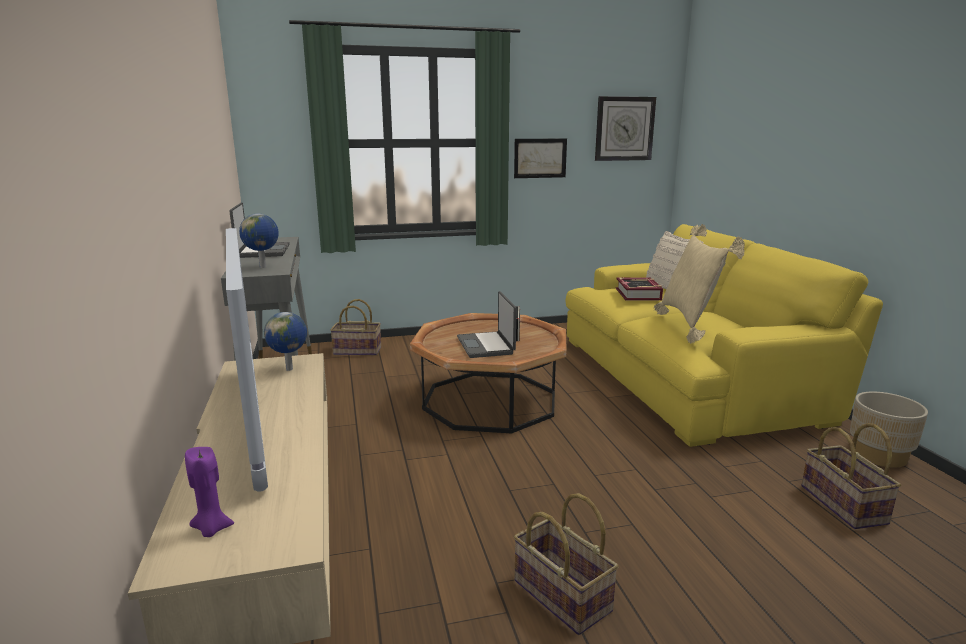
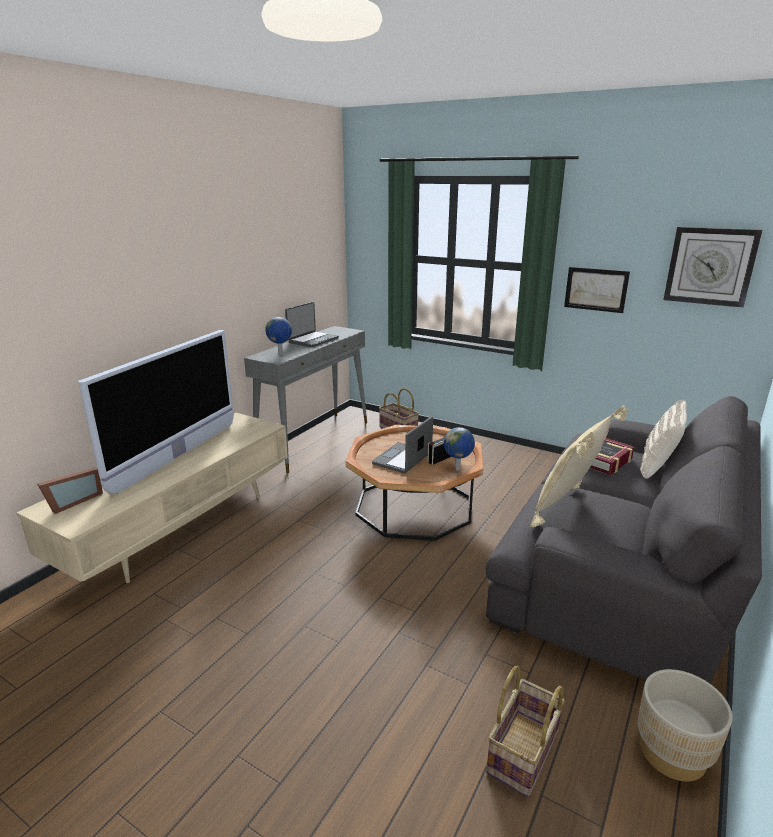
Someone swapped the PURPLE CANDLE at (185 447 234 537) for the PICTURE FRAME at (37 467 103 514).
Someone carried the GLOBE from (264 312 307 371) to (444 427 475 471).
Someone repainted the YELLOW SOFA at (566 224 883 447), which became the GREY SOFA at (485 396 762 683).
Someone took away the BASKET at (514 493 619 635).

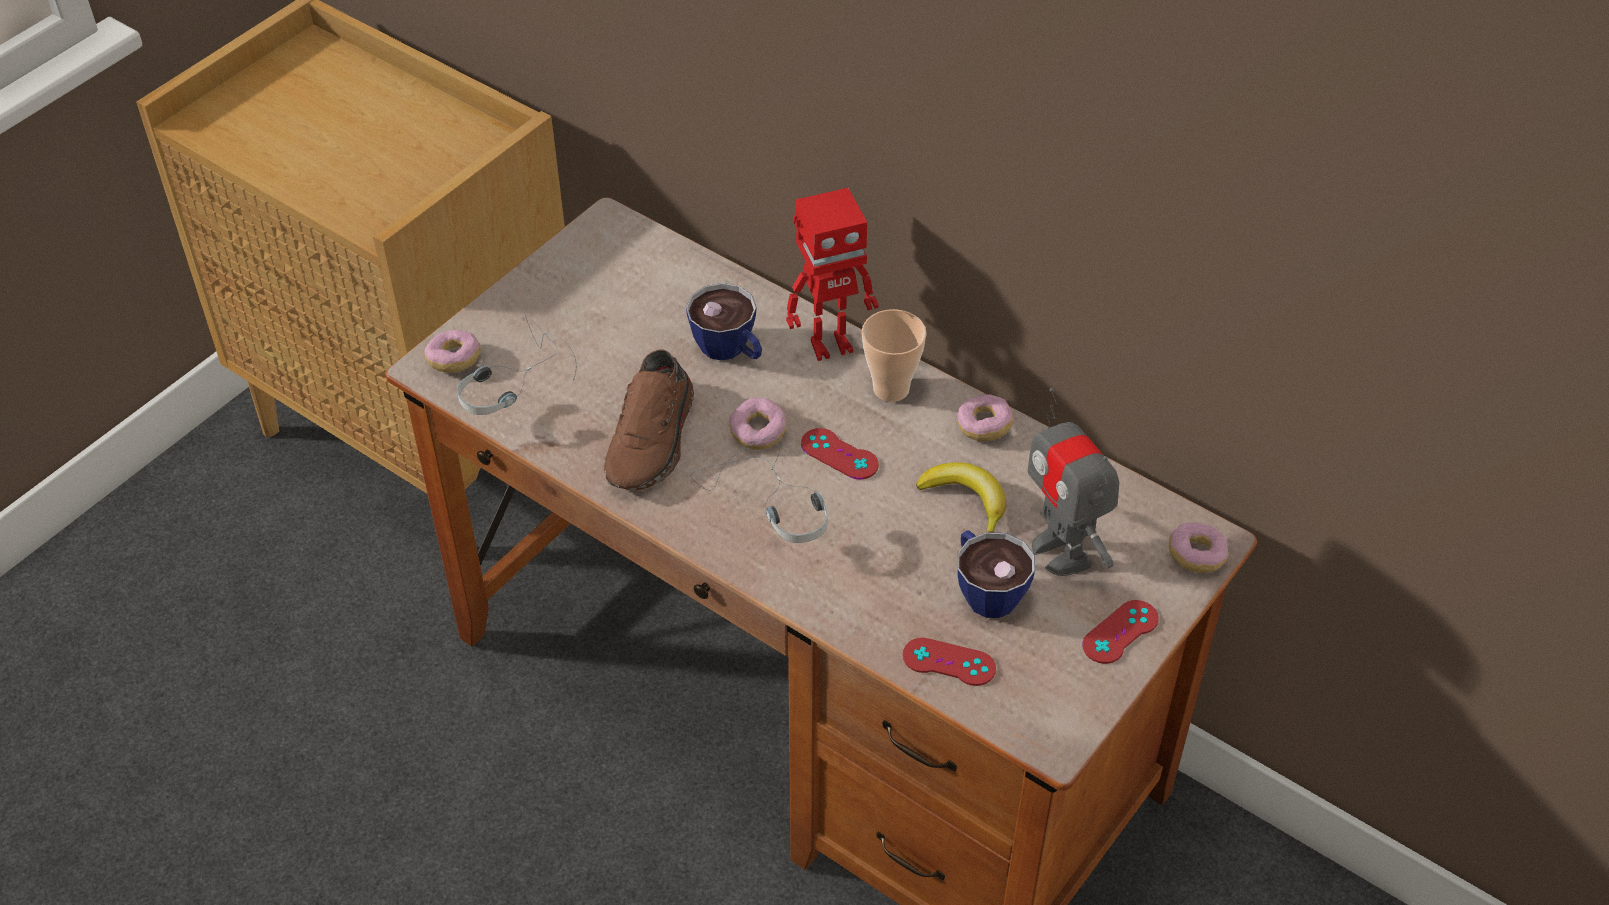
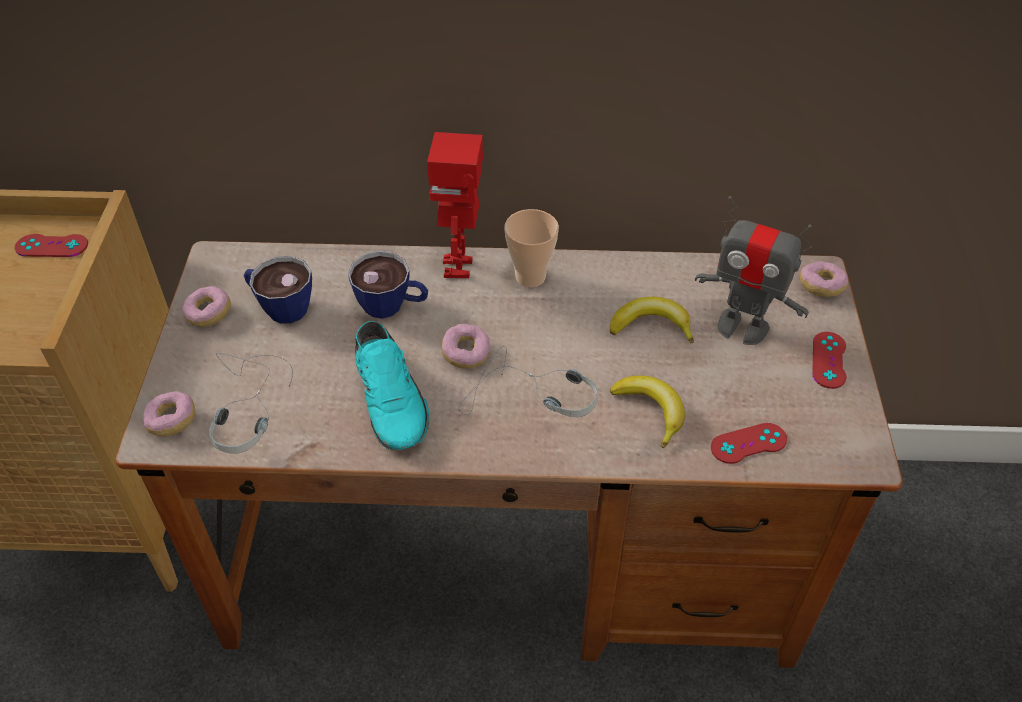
Someone carried the RED GAME CONTROLLER from (801 428 879 479) to (15 234 88 257).
Someone carried the DONUT from (957 394 1013 441) to (182 286 231 327).
Someone carried the CUP from (957 530 1035 618) to (244 256 312 324).
Someone repainted the BROWN SHOE at (604 349 694 490), which became the TURQUOISE SHOE at (355 321 430 451).
Someone rotated the TOY ROBOT at (786 188 879 361) by 150 degrees clockwise.
Someone put down the BANANA at (610 376 685 448).

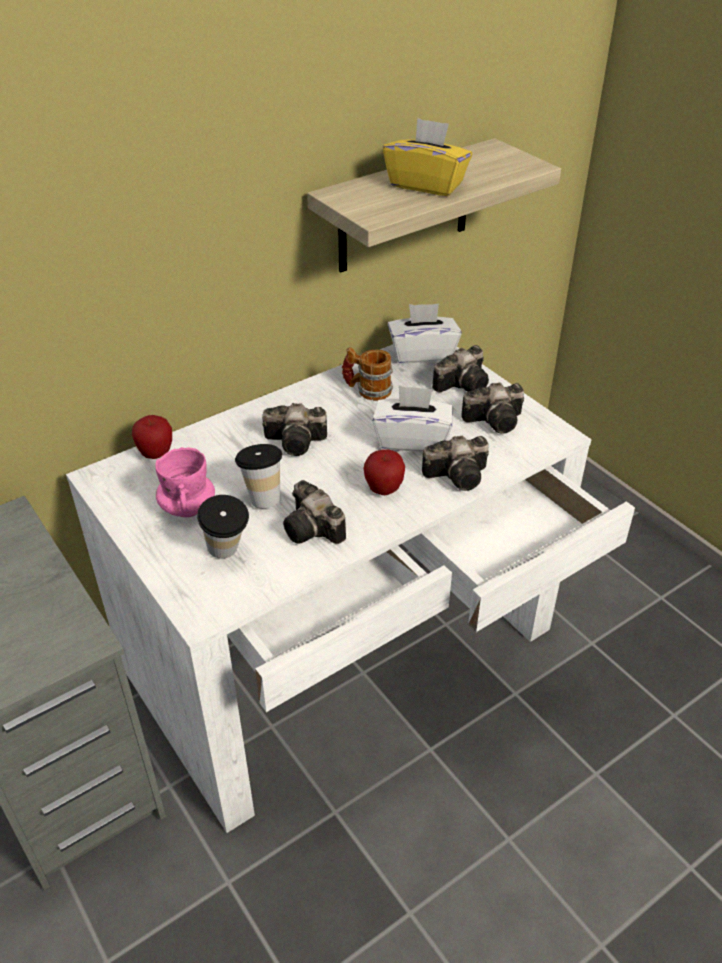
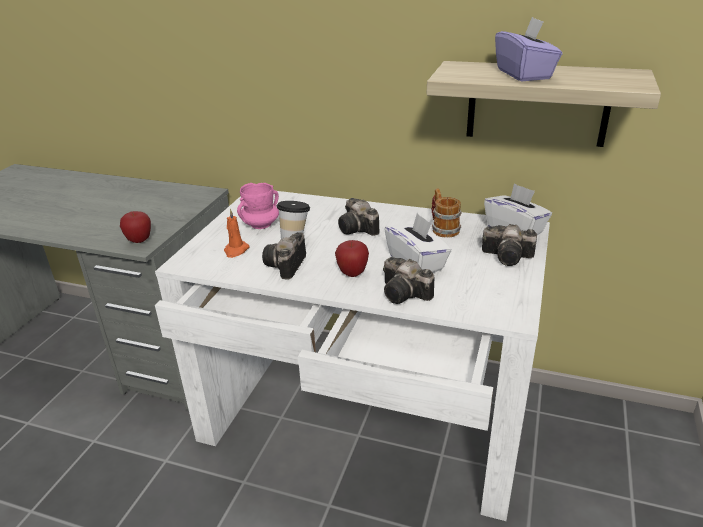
Someone carried the APPLE from (132 415 172 459) to (120 211 151 243).
Someone swapped the CUP at (197 495 249 559) for the ORANGE CANDLE at (224 209 249 258).
Someone repainted the YELLOW TISSUE BOX at (383 118 472 196), which became the PURPLE TISSUE BOX at (495 17 562 81).
Someone took away the PHOTO CAMERA at (461 382 524 434).

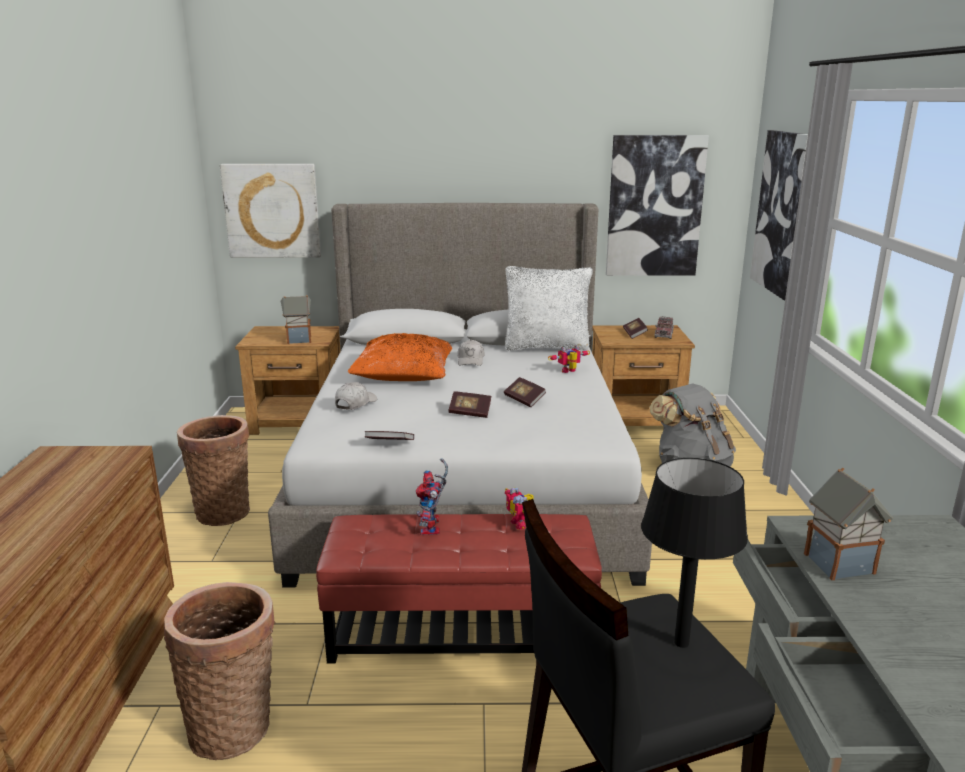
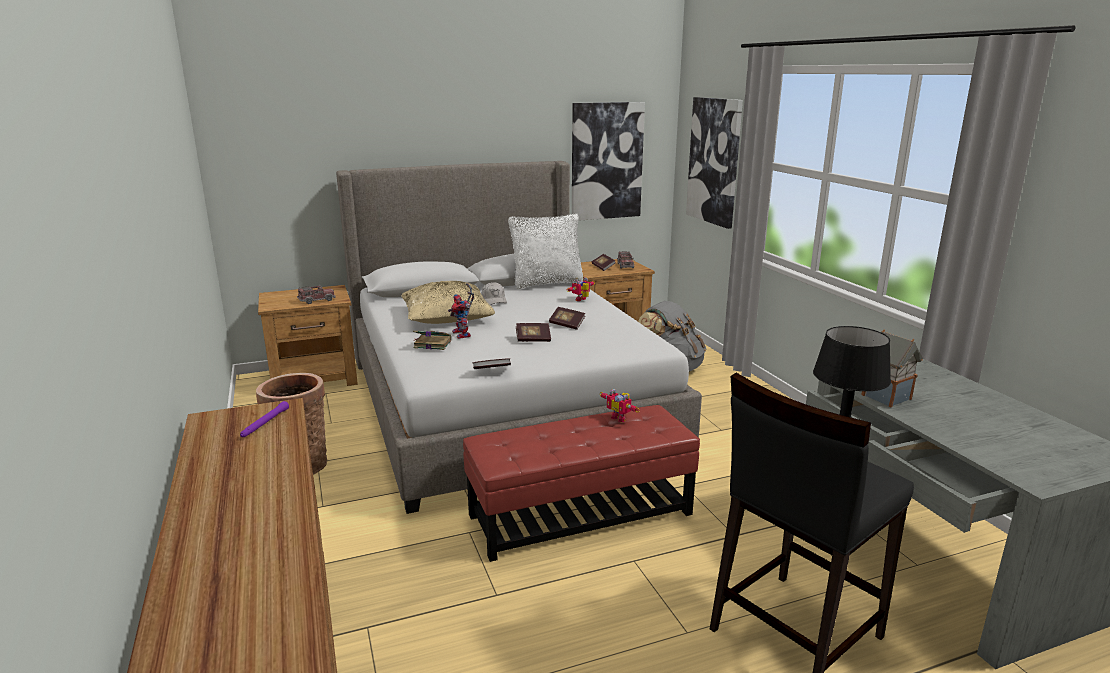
Someone put down the PURPLE FLASHLIGHT at (240 401 289 437).
Someone swapped the TOY HOUSE at (281 295 311 344) for the TOY TRUCK at (297 285 336 304).
Someone repainted the ORANGE PILLOW at (347 333 452 381), which became the BEIGE PILLOW at (401 281 495 324).
Someone swapped the WHITE CAP at (335 382 377 410) for the BOOK at (413 331 451 350).
Someone carried the TOY ROBOT from (416 458 448 535) to (448 283 474 339).
Someone took away the BASKET at (164 582 276 760).
Someone took away the PICTURE at (220 164 321 258).

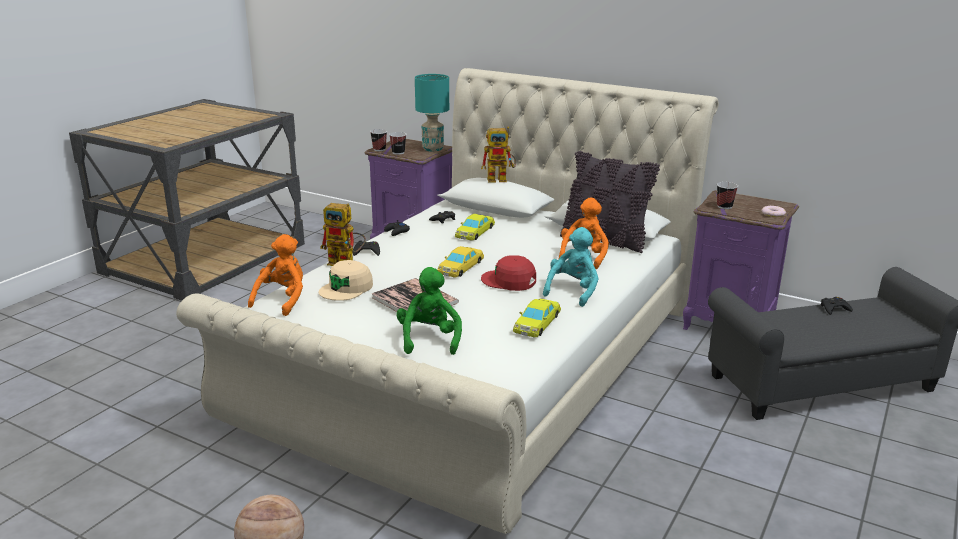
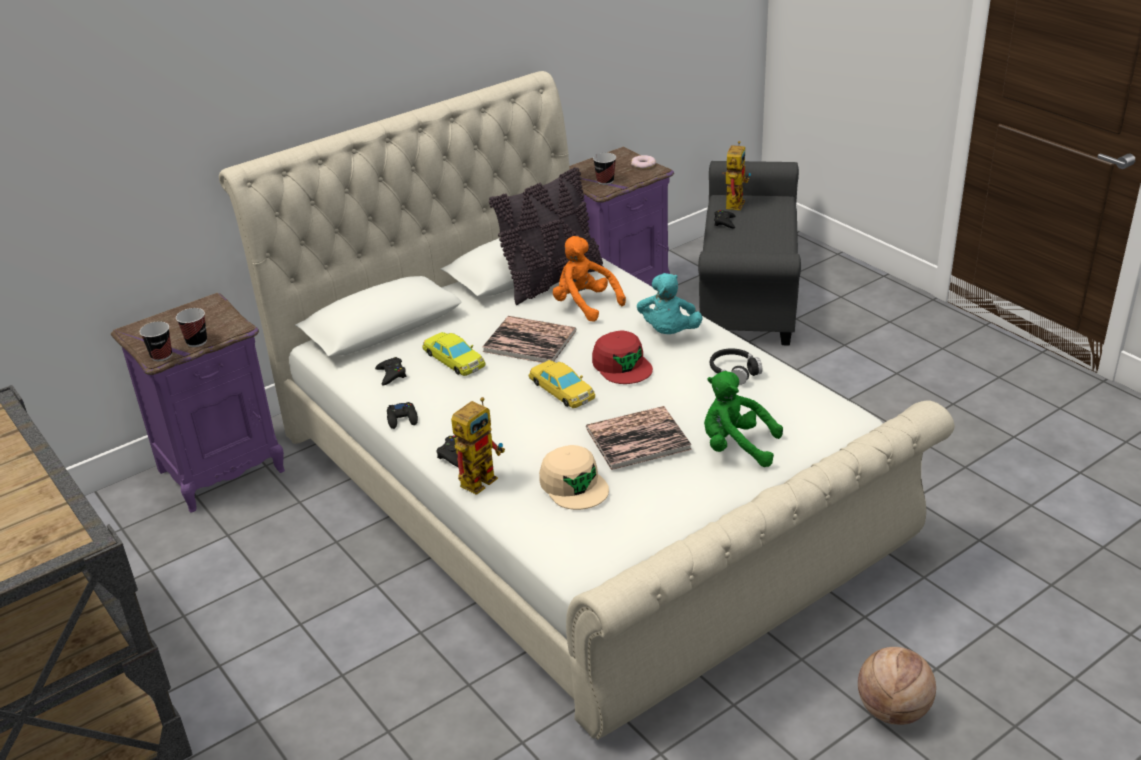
Someone put down the BOOK at (483 316 576 363).
Someone rotated the RED CAP at (481 255 536 291) by 75 degrees counterclockwise.
Someone rotated the TURQUOISE PLUSH TOY at (543 227 598 307) by 135 degrees counterclockwise.
Someone swapped the YELLOW TOY CAR at (513 298 561 337) for the BLACK HEADPHONES at (710 348 762 385).
Someone carried the TOY ROBOT from (481 127 516 183) to (722 141 751 210).
Someone took away the ORANGE PLUSH TOY at (248 234 303 316).
Someone took away the TURQUOISE TABLE LAMP at (415 74 449 152).

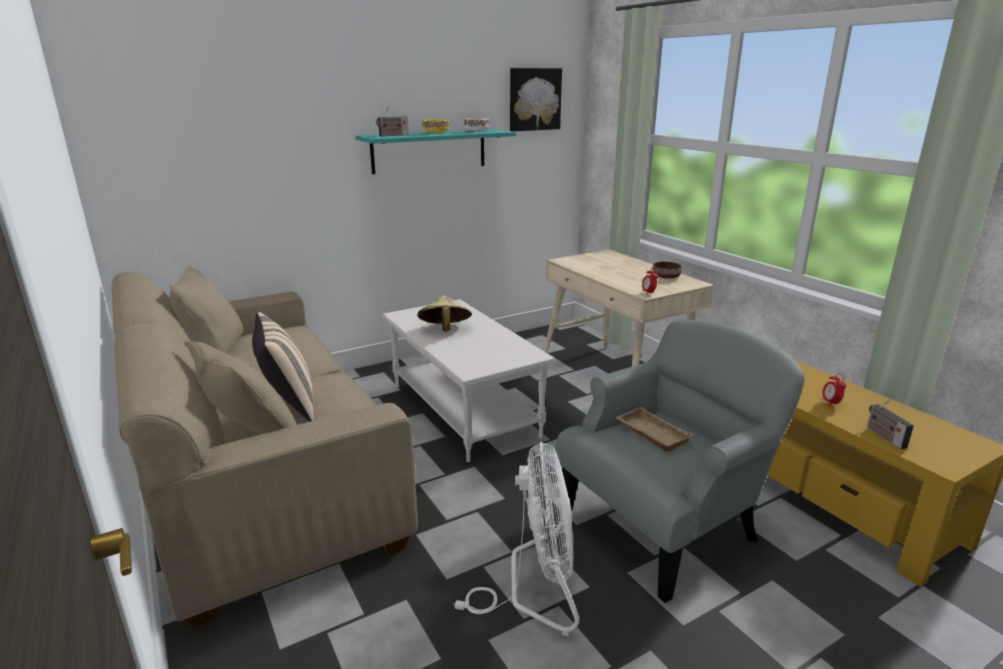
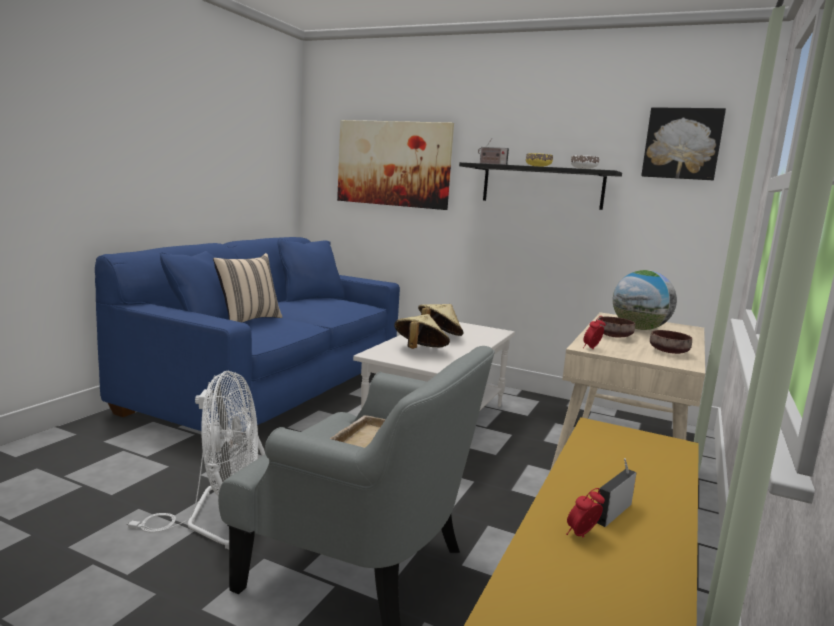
Someone repainted the BEIGE SOFA at (112 266 418 627), which became the BLUE SOFA at (95 237 400 431).
Someone rotated the WHITE FAN at (453 442 579 637) by 60 degrees counterclockwise.
Someone put up the PICTURE at (337 120 454 210).
Someone put down the BEIGE HAT at (394 314 450 349).
Someone repainted the TURQUOISE SHELF at (355 129 517 174), which became the BLACK SHELF at (459 162 622 210).
Someone carried the RADIO from (867 399 914 449) to (597 458 636 527).
Someone put down the BROWN BOWL at (598 317 635 337).
Someone put down the GLOBE at (613 270 677 330).

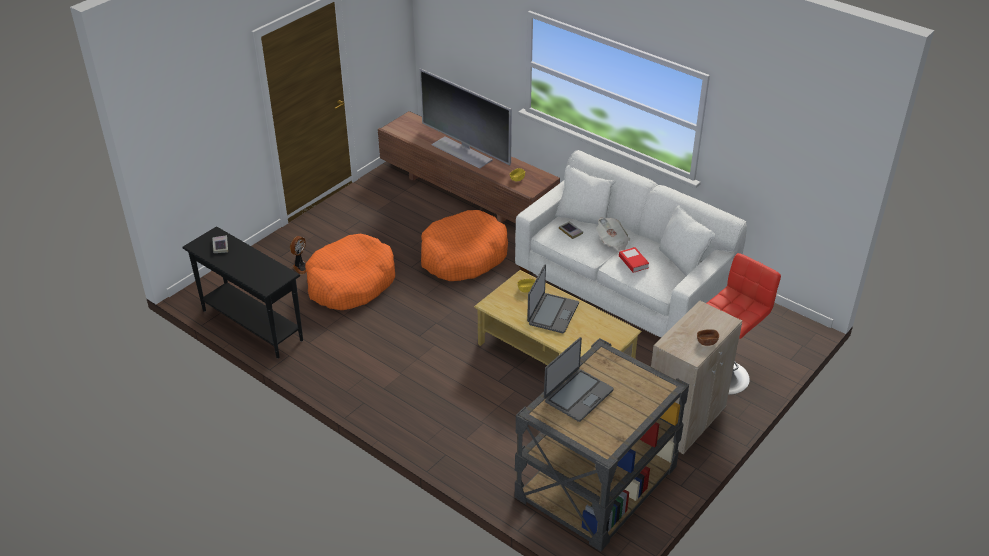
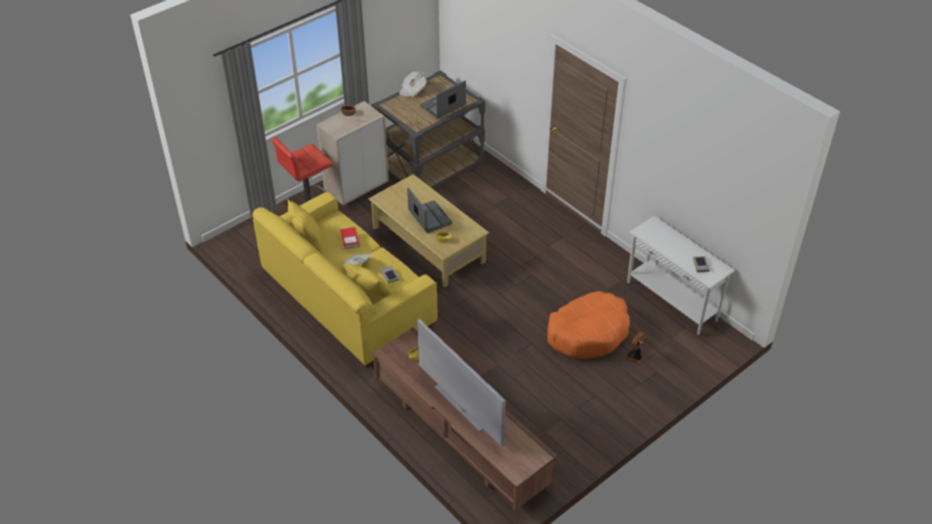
Someone repainted the WHITE SOFA at (515 150 747 338), which became the YELLOW SOFA at (252 191 438 367).
Someone put down the NEWSPAPER at (399 71 427 97).
Someone rotated the LAPTOP at (527 265 579 333) by 120 degrees clockwise.
Someone repainted the BLACK CONSOLE TABLE at (182 226 303 359), which became the WHITE CONSOLE TABLE at (627 216 735 335).
Someone took away the ORANGE DOG BED at (421 210 508 281).

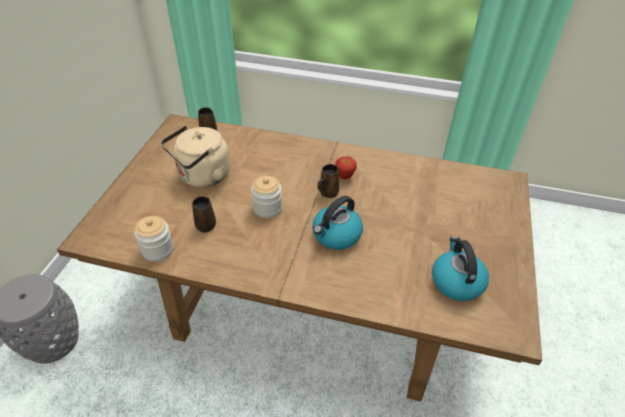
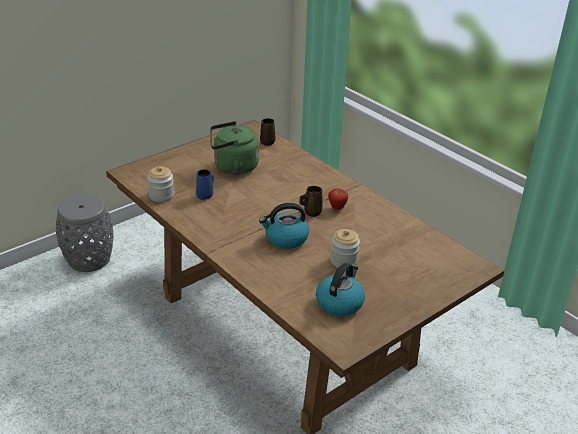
Someone repainted the BROWN MUG at (192 196 216 232), which became the BLUE MUG at (196 169 214 200).
Someone repainted the BEIGE KETTLE at (161 126 230 188), which became the GREEN KETTLE at (210 121 259 175).
Someone carried the JAR from (251 176 282 218) to (330 229 360 268).

